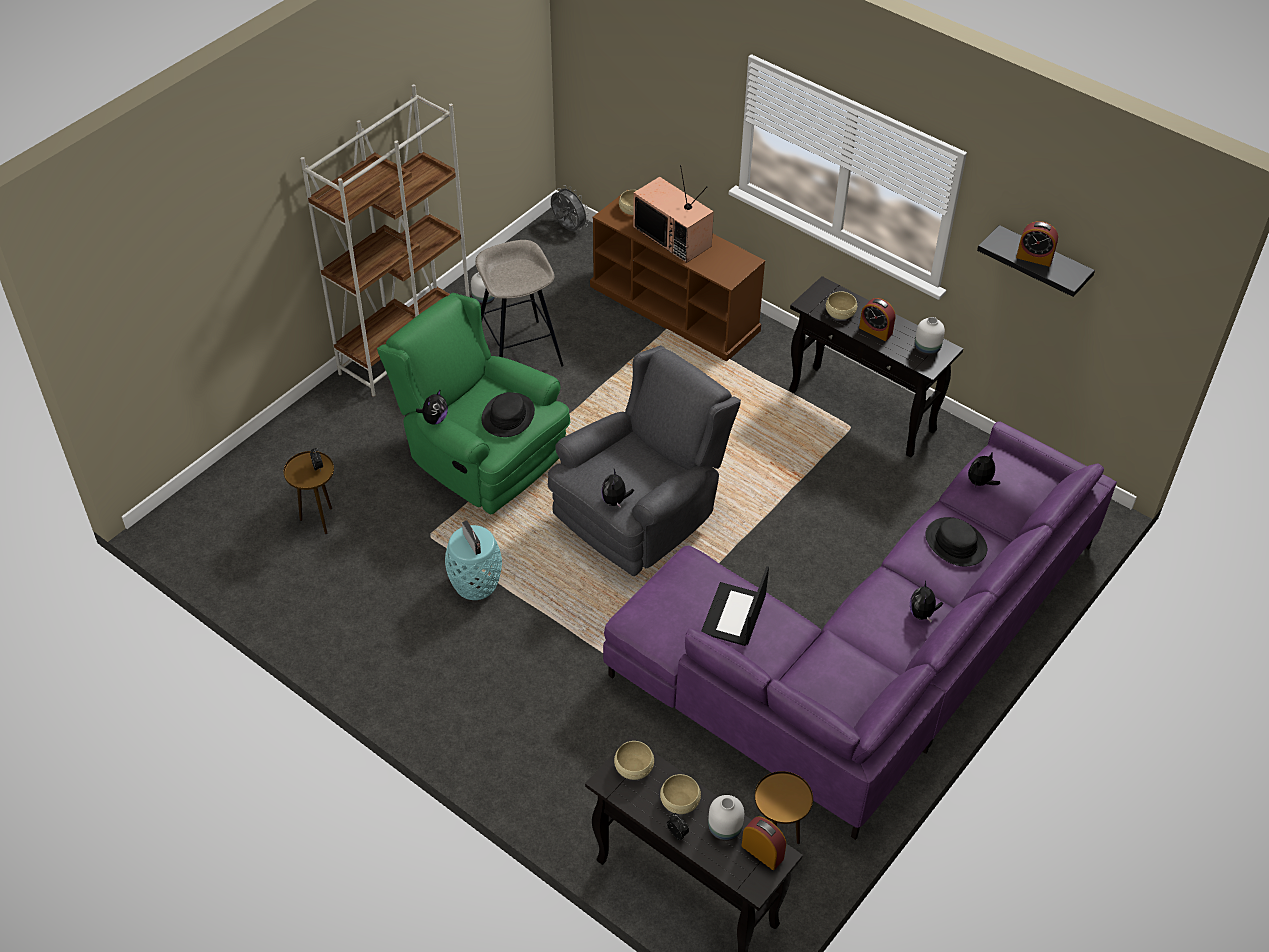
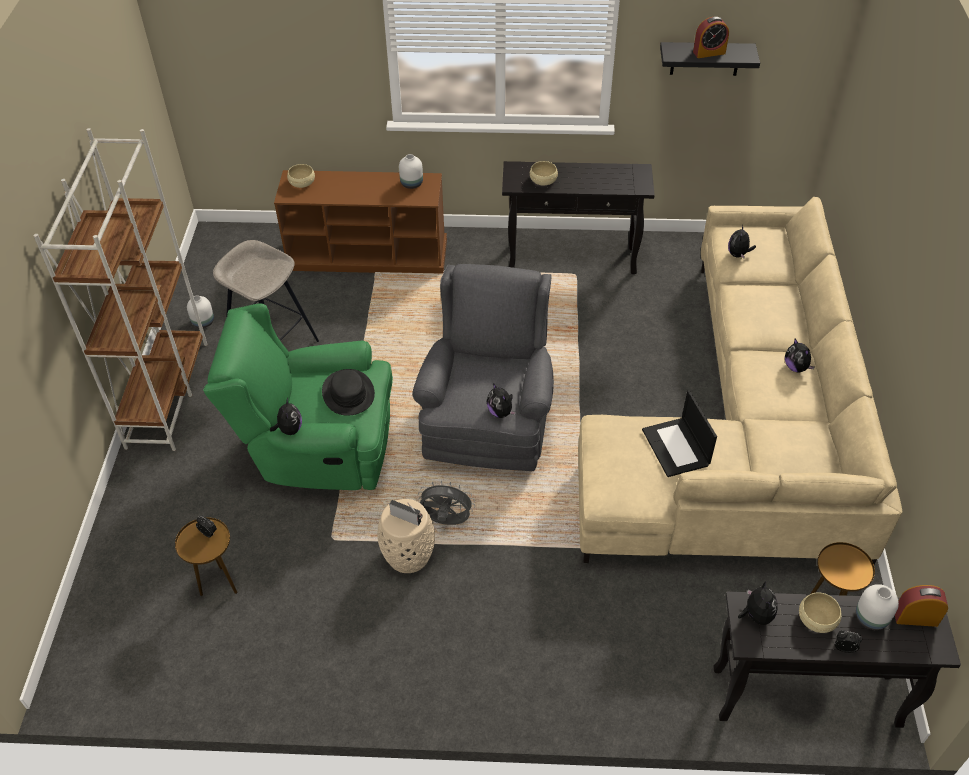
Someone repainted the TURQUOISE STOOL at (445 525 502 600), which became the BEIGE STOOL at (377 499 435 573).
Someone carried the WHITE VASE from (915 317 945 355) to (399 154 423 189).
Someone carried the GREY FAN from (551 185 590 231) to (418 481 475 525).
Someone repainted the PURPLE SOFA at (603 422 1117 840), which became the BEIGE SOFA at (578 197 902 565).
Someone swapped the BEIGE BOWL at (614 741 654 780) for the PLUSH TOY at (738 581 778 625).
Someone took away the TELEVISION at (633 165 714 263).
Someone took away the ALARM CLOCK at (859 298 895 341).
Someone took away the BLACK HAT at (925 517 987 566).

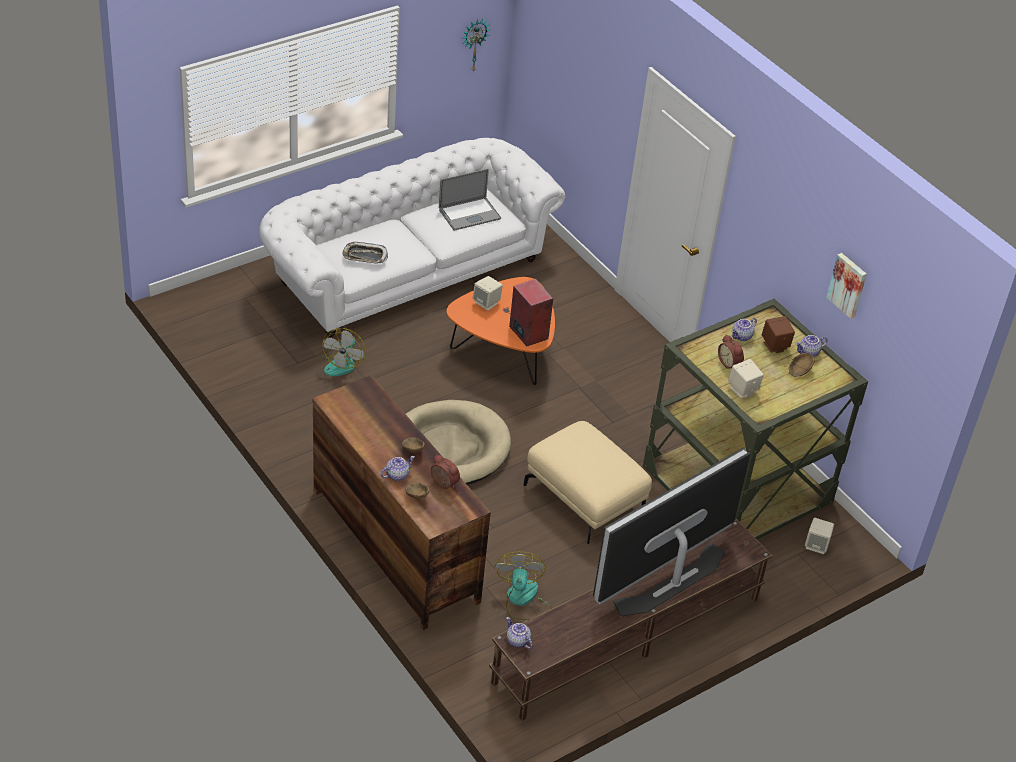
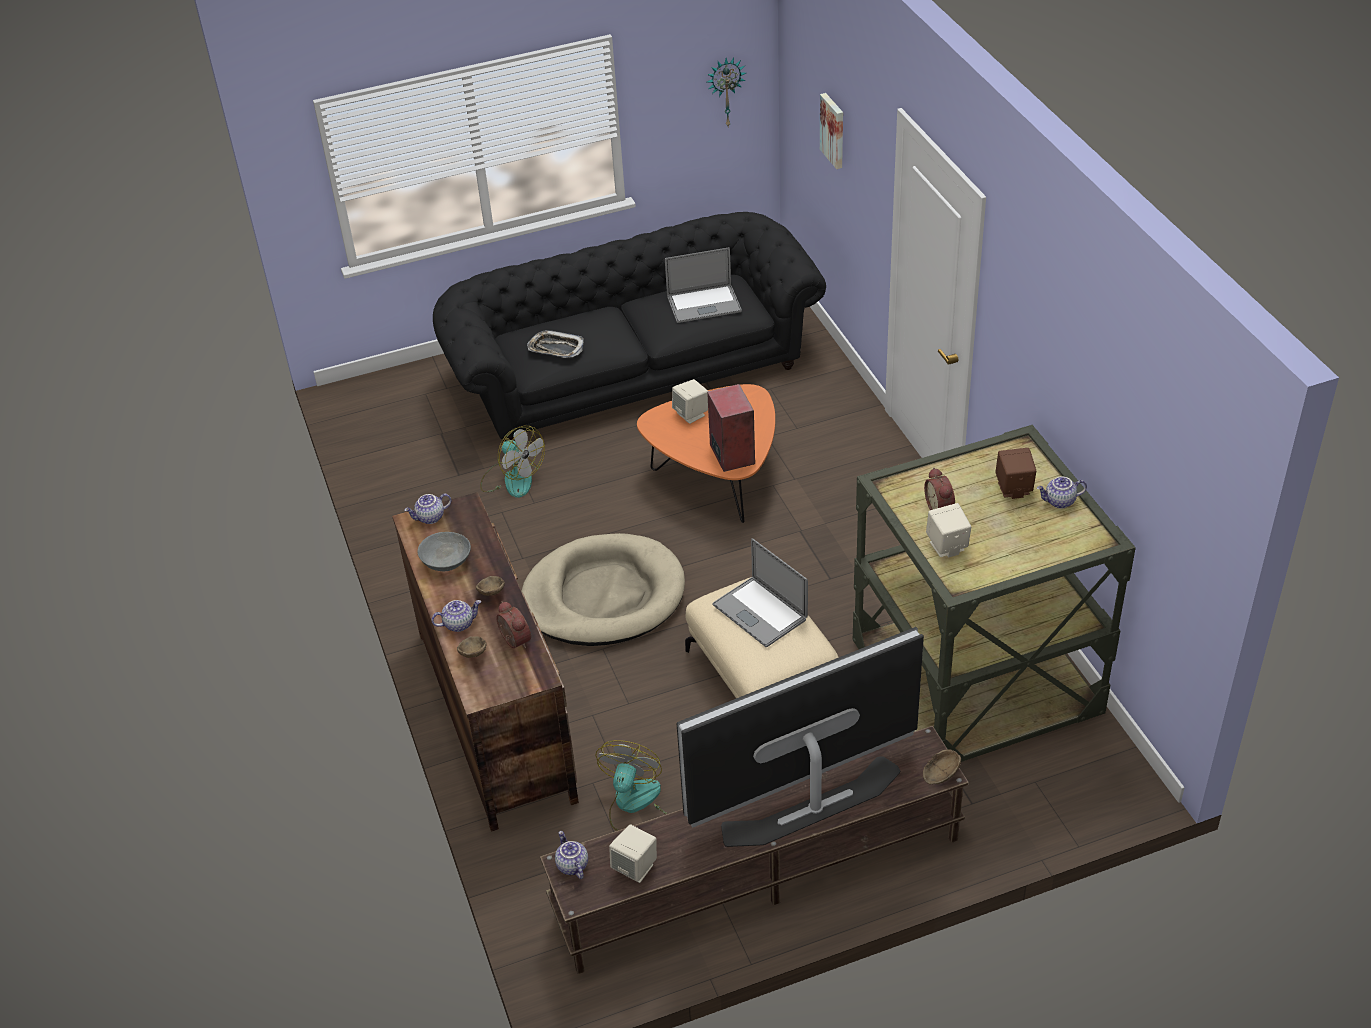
Someone carried the TEAPOT from (731 318 757 341) to (404 493 451 524).
Someone put down the GREY BOWL at (417 532 471 571).
Someone repainted the WHITE SOFA at (259 138 565 337), which became the BLACK SOFA at (433 212 826 442).
Someone rotated the FAN at (320 328 366 376) by 75 degrees counterclockwise.
Someone carried the BEIGE SPEAKER from (805 518 834 554) to (609 824 657 883).
Someone put down the LAPTOP at (712 538 808 647).
Someone carried the PICTURE from (826 253 867 319) to (820 93 843 169).
Someone carried the BROWN BOWL from (789 353 815 377) to (923 749 961 784).

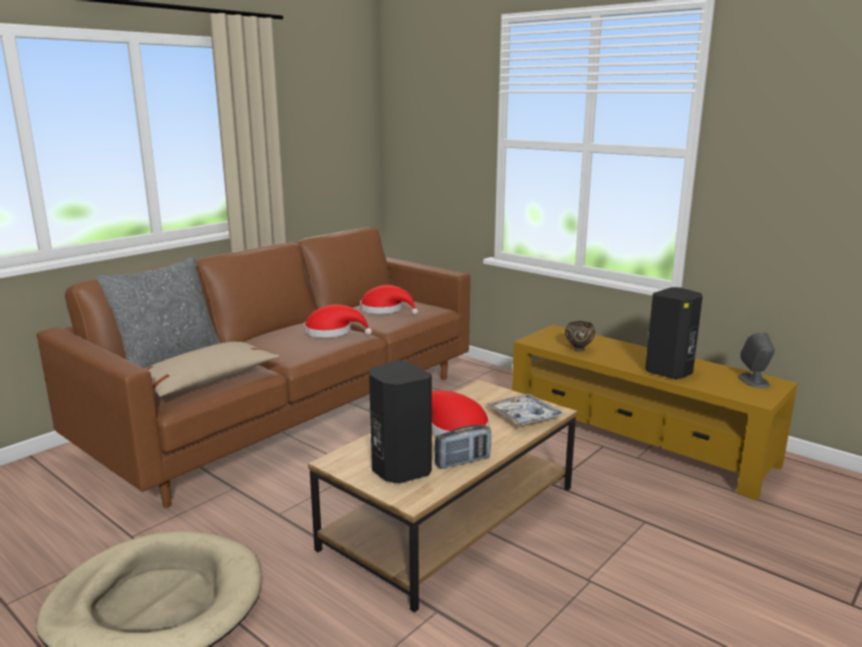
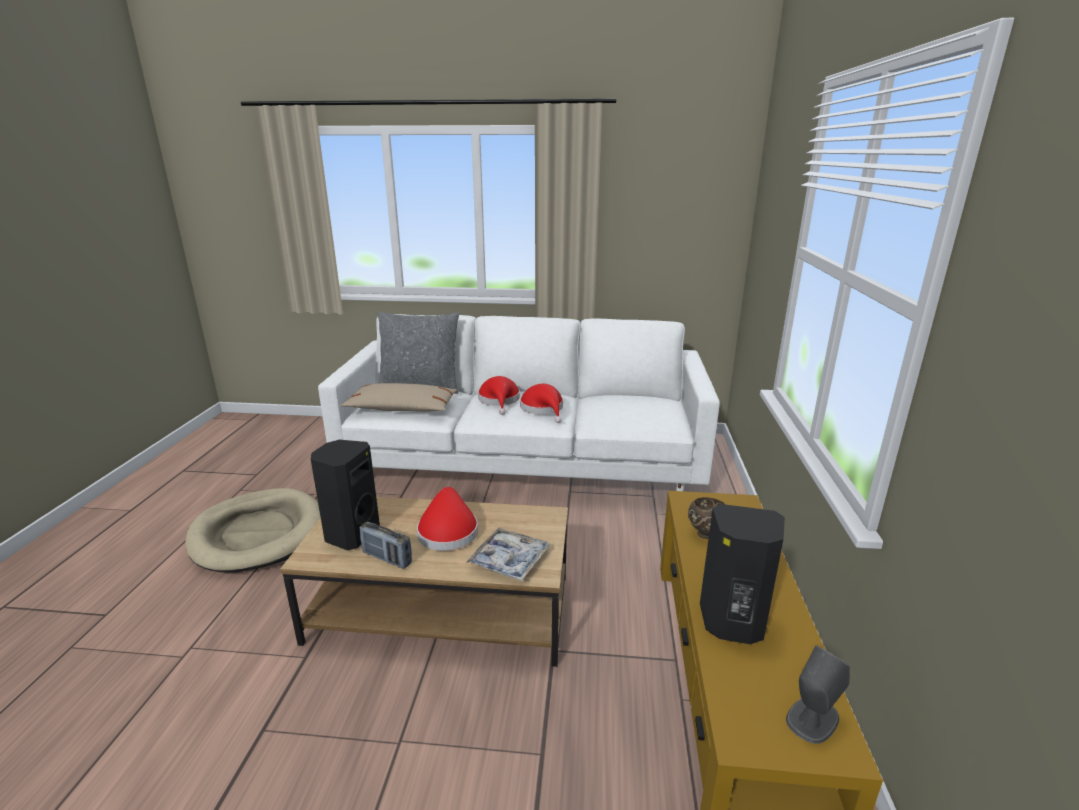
Someone repainted the BROWN SOFA at (37 227 470 508), which became the WHITE SOFA at (318 314 720 491).
Someone carried the RED HAT from (360 285 418 315) to (478 376 520 415).

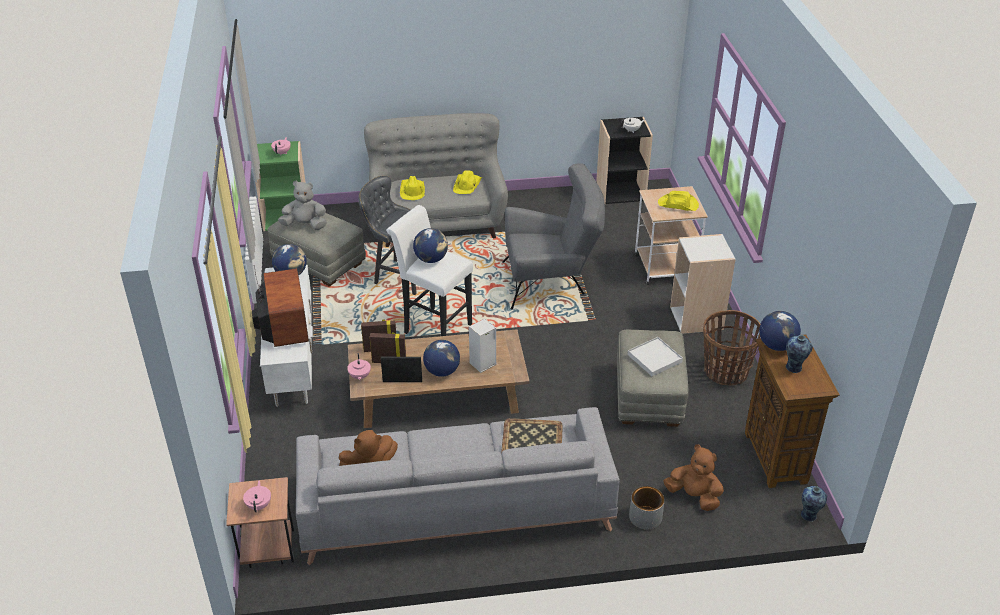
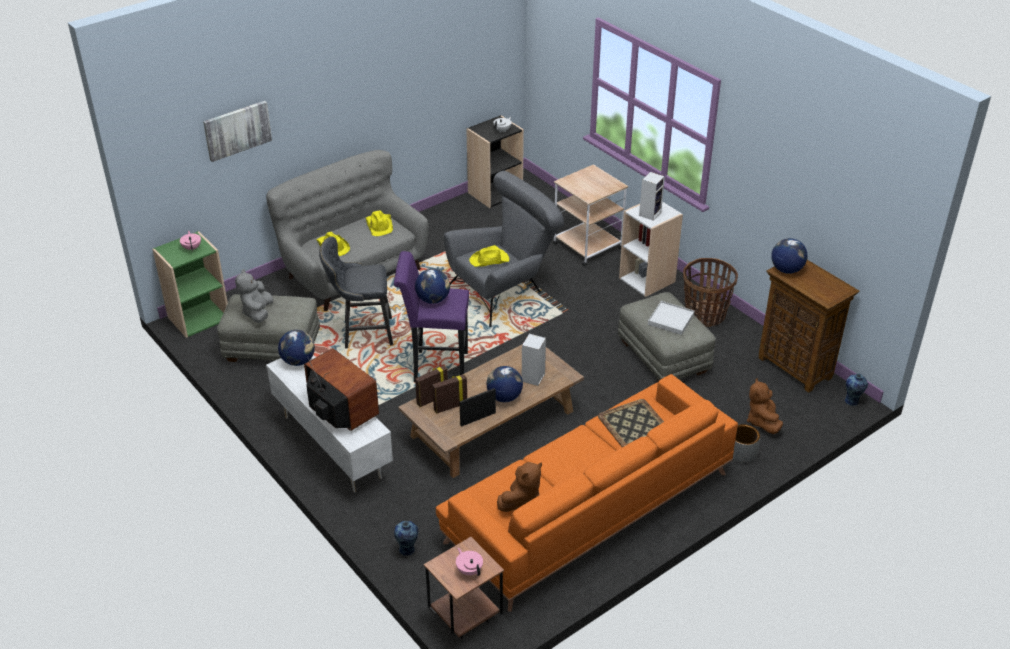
Someone put up the PICTURE at (203 101 272 162).
Someone rotated the GREY PLUSH TOY at (278 181 327 230) by 60 degrees counterclockwise.
Someone repainted the WHITE STOOL at (386 205 473 336), which became the PURPLE STOOL at (394 251 469 382).
Someone carried the VASE from (786 335 813 373) to (394 521 418 556).
Someone repainted the GREY SOFA at (296 407 620 565), which became the ORANGE SOFA at (436 374 738 612).
Someone carried the YELLOW HAT from (658 191 699 211) to (469 245 509 267).
Someone put down the SPEAKER at (639 172 665 221).
Someone rotated the BROWN PLUSH TOY at (664 444 724 511) by 90 degrees counterclockwise.
Someone took away the PINK TEAPOT at (347 353 371 380).

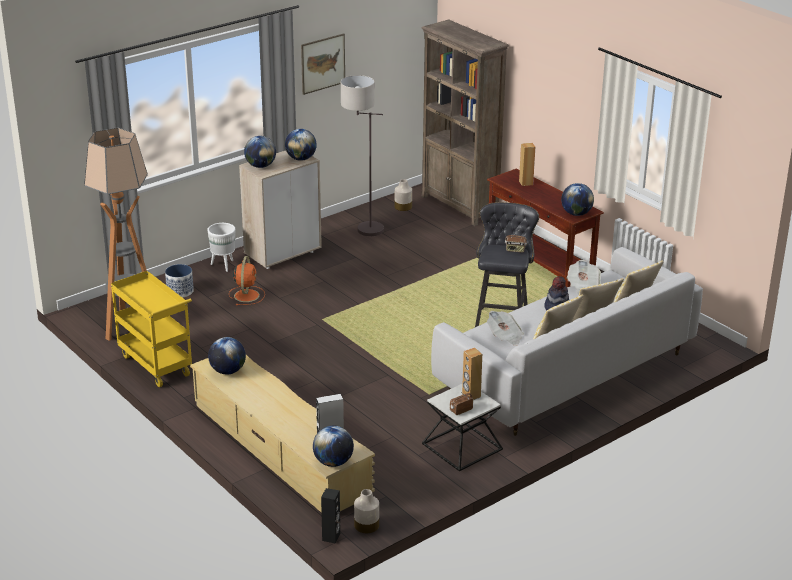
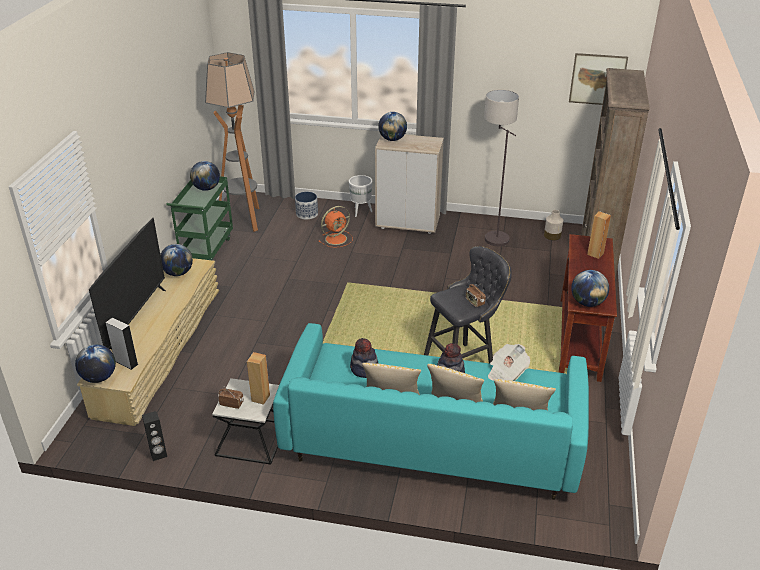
Someone put down the TELEVISION at (89 218 166 350).
Someone carried the BLACK SPEAKER from (321 488 340 544) to (142 411 167 461).
Someone repainted the YELLOW CART at (111 271 192 387), which became the GREEN CART at (166 176 233 260).
Someone carried the GLOBE from (285 129 317 161) to (190 161 220 191).
Someone repainted the WHITE SOFA at (431 247 703 436), which became the TURQUOISE SOFA at (273 323 589 500).
Someone swapped the NEWSPAPER at (487 311 524 346) for the HAT at (350 338 379 378).
Someone carried the PICTURE from (301 33 345 95) to (569 53 628 105).
Someone took away the BEIGE VASE at (354 489 379 533).

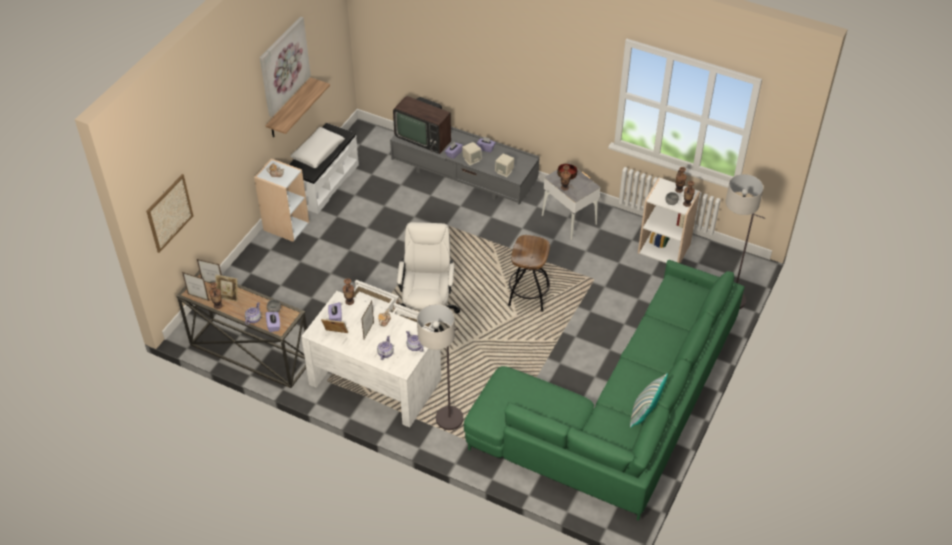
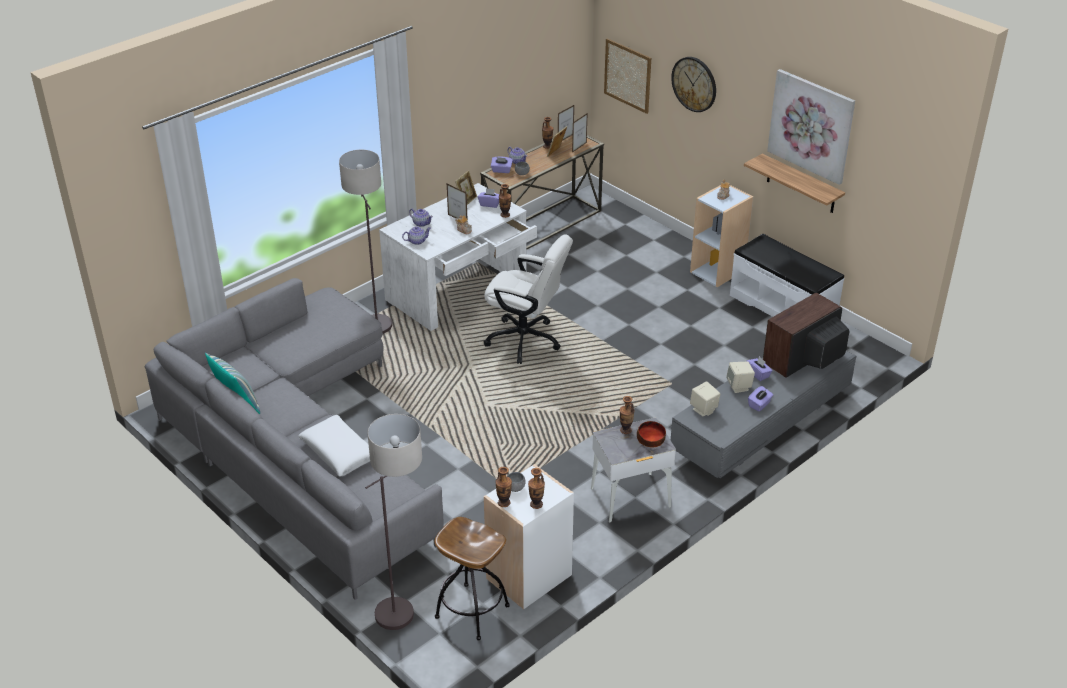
Someone repainted the GREEN SOFA at (464 260 745 521), which became the GREY SOFA at (145 278 444 600).
Someone carried the WHITE PILLOW from (290 127 345 168) to (298 415 370 477).
Someone carried the BROWN STOOL from (508 235 550 312) to (435 517 510 640).
Someone put up the WALL CLOCK at (671 57 716 112).

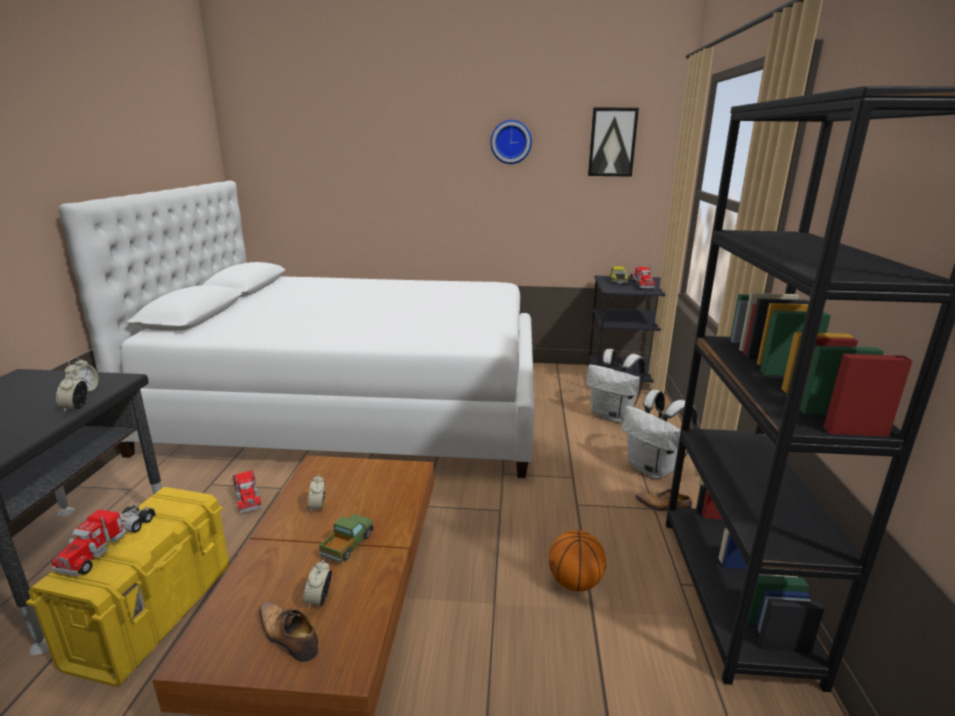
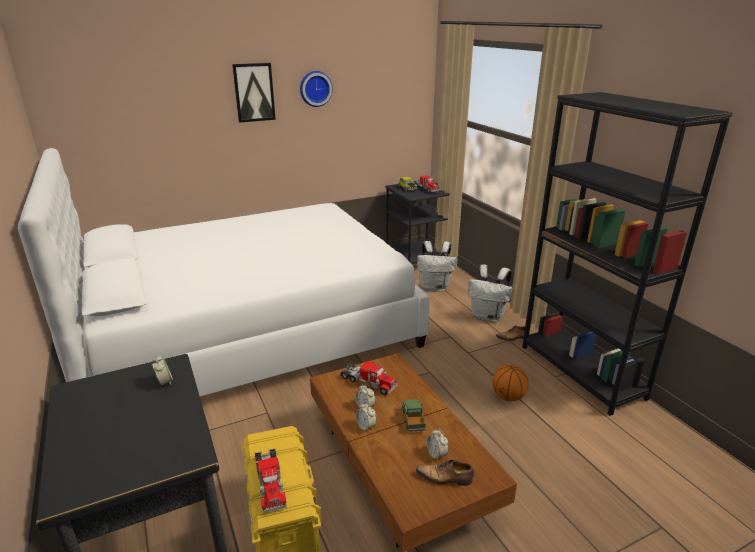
Someone carried the PICTURE from (588 107 639 177) to (232 63 276 123).
Someone carried the TOY TRUCK from (233 471 261 513) to (341 361 397 395).
Someone carried the ALARM CLOCK from (56 371 87 413) to (355 402 377 432).

